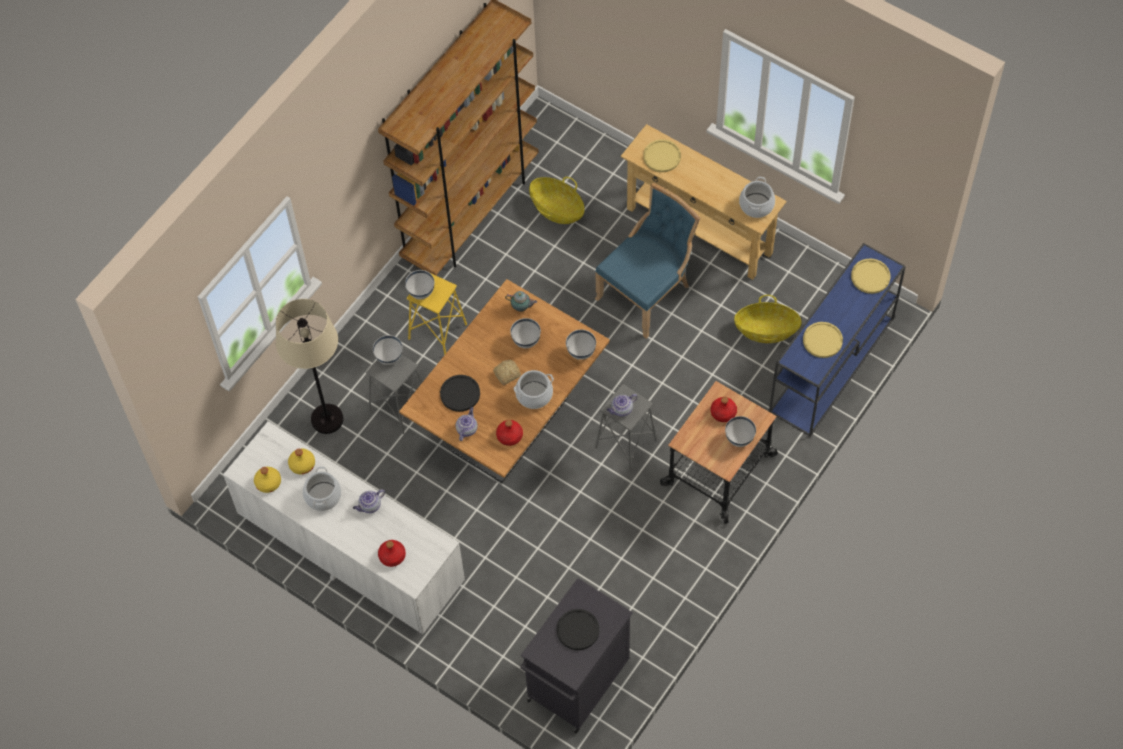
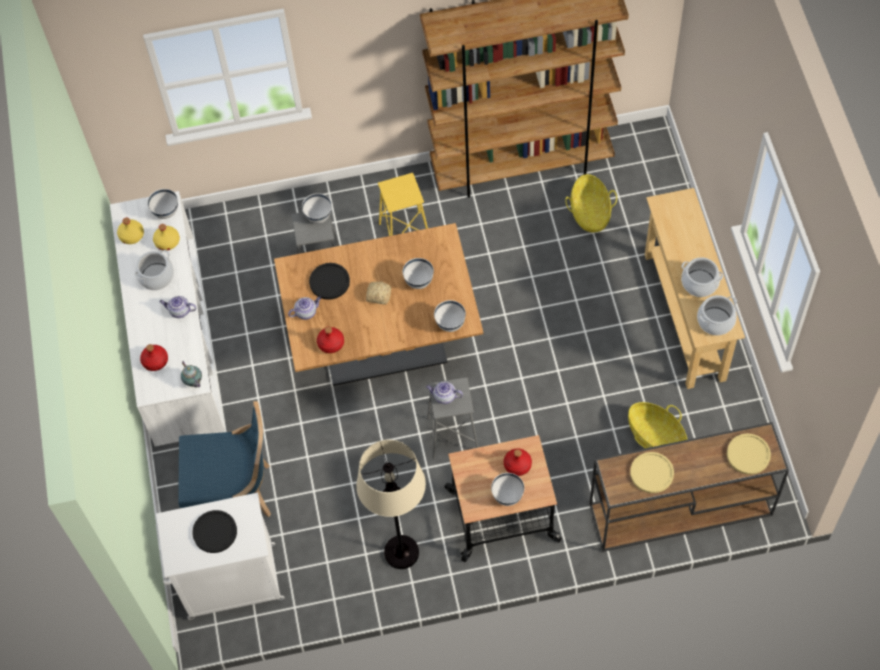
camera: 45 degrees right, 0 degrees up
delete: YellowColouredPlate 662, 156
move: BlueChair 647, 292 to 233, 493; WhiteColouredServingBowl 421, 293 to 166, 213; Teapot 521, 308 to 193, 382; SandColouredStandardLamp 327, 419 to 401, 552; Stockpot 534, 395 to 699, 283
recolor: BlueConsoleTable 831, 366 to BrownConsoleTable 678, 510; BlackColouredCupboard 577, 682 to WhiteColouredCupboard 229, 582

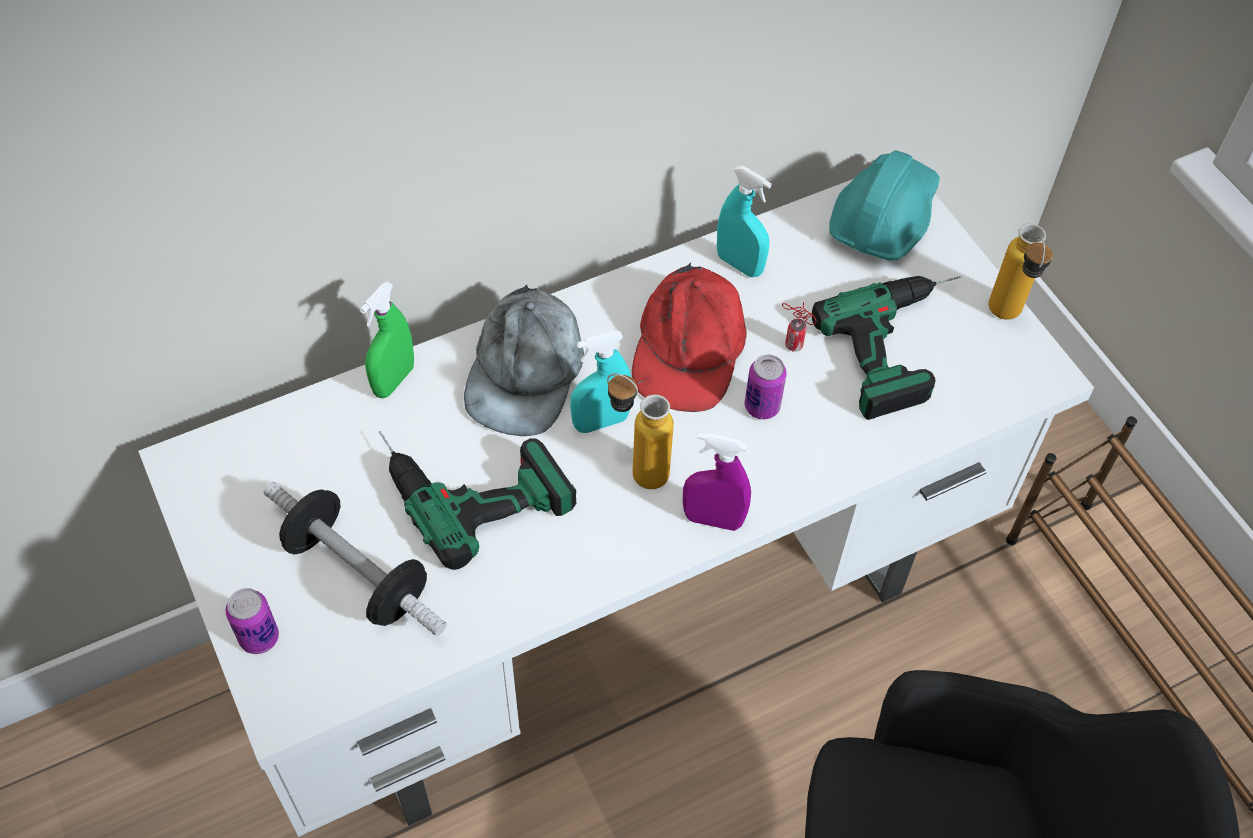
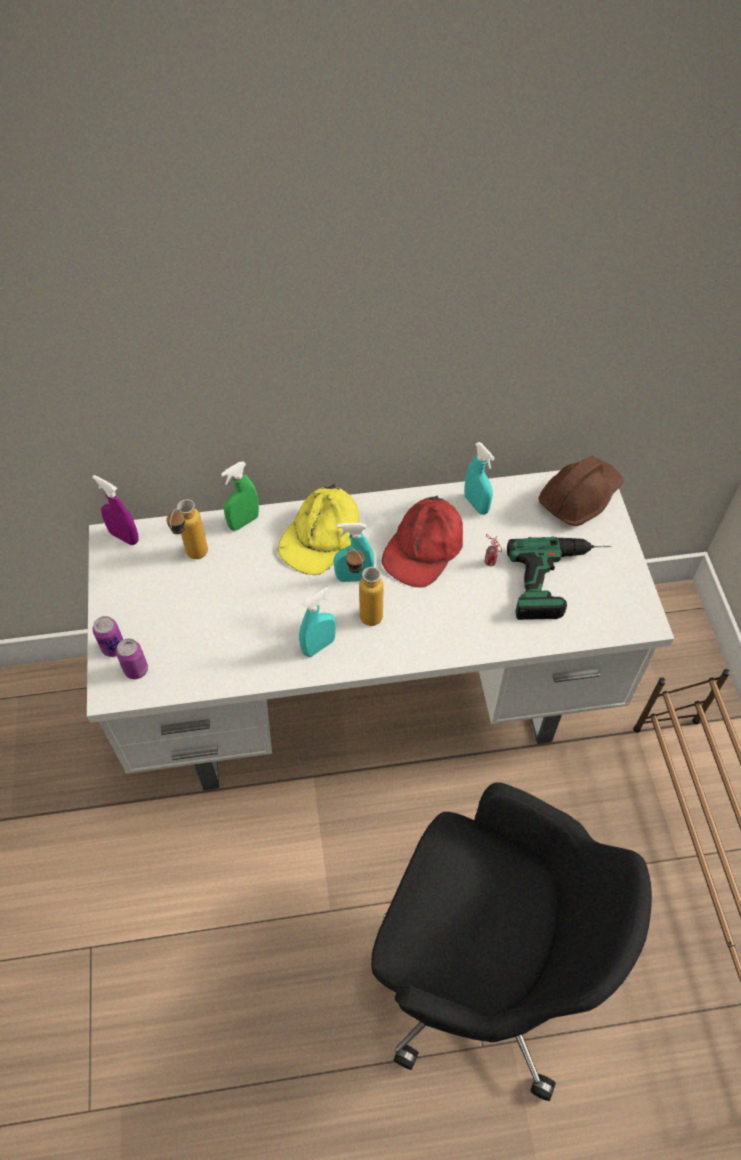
camera: 20 degrees right, 0 degrees up
delete: ElectricDrill 470, 479; Dumbbell 357, 574
insert: TurquoiseColouredSprayBottle 318, 646
move: Bottle 1006, 319 to 193, 558; Can 762, 406 to 136, 670; PurpleColouredSprayBottle 713, 519 to 124, 537
recolor: TurquoiseColouredHardHat 883, 216 to BrownHardHat 579, 497; GreyPeakedCap 525, 371 to YellowColouredPeakedCap 321, 536

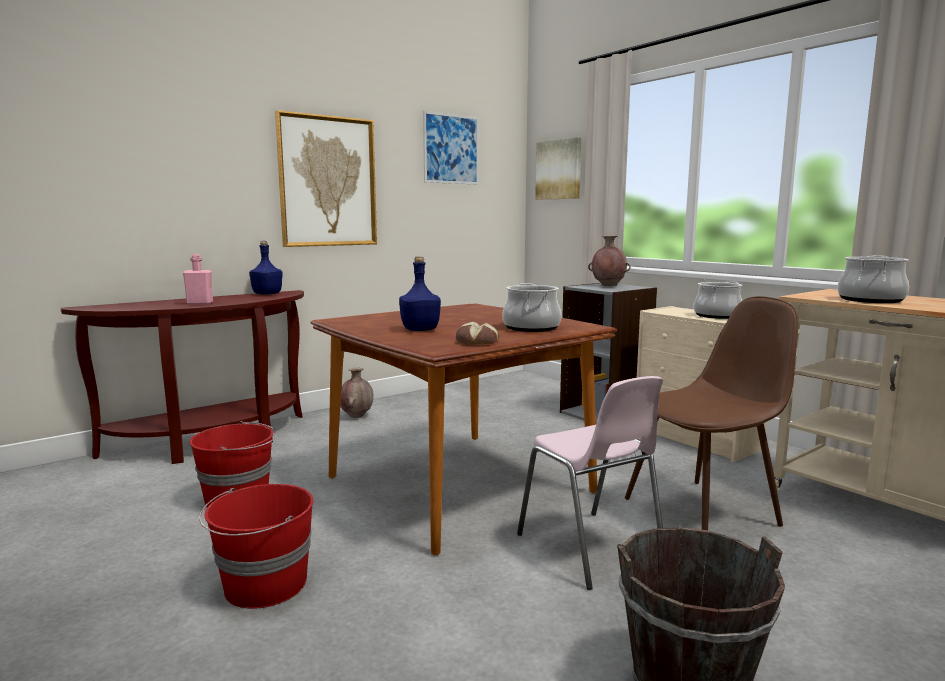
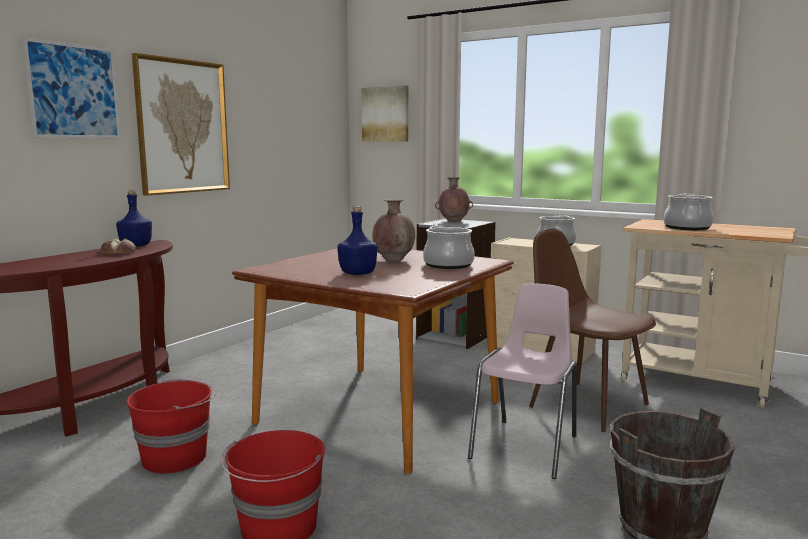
camera: 20 degrees left, 0 degrees up
delete: PinkishBottle 200, 303
move: WallArt 451, 149 to 74, 91; BakedBread 476, 341 to 118, 253; BrownFlowerVase 356, 416 to 393, 260
rotate: BrownChair 703, 511 = 586, 404 90 degrees counterclockwise; PinkishChair 590, 549 = 526, 447 105 degrees counterclockwise

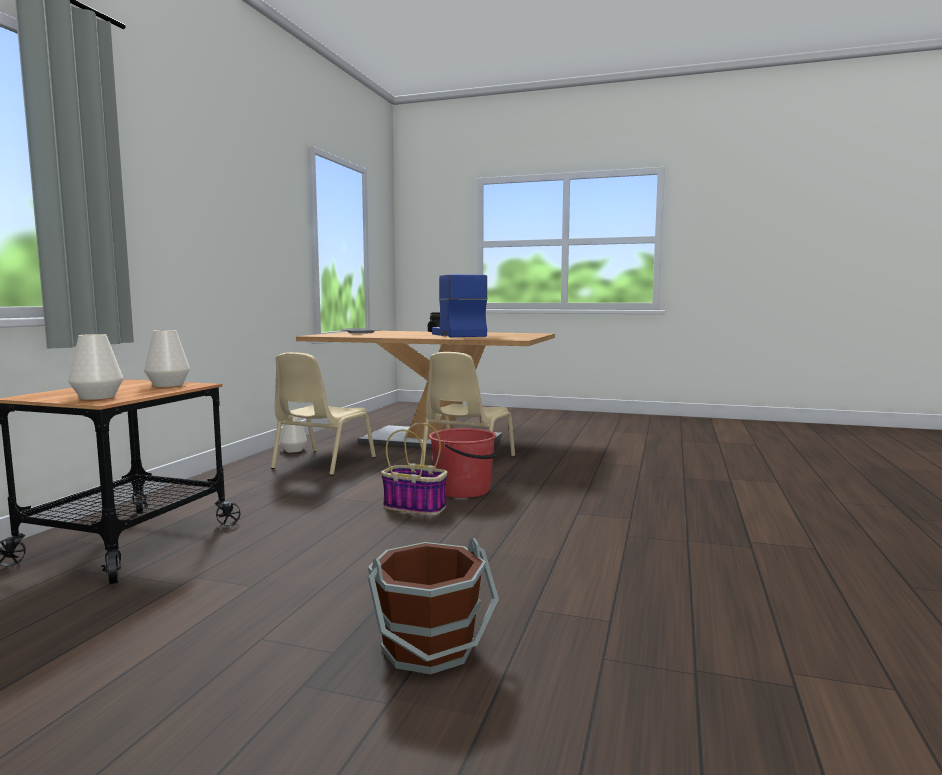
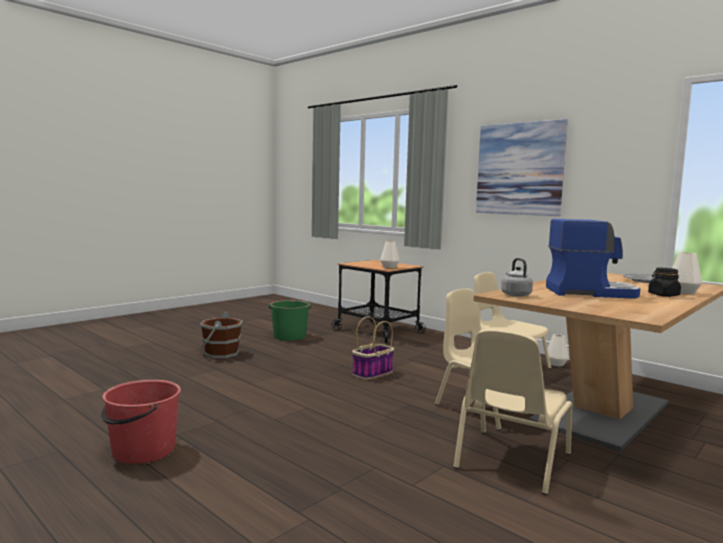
camera: 115 degrees right, 0 degrees up
insert: WallArt 519, 169; GreyTeaKettle 515, 294; GreenColouredPail 289, 336; SandColouredChair 511, 461
move: WhiteColouredFlowerVase 98, 397 to 683, 292; ReddishPail 464, 490 to 143, 450

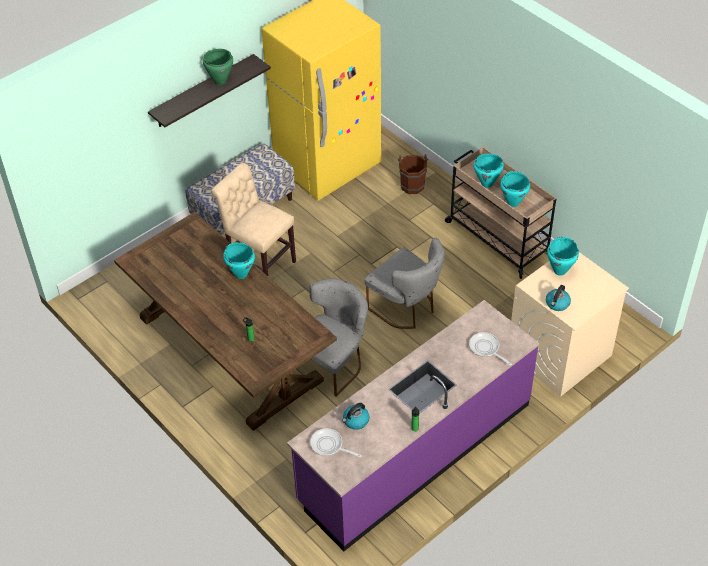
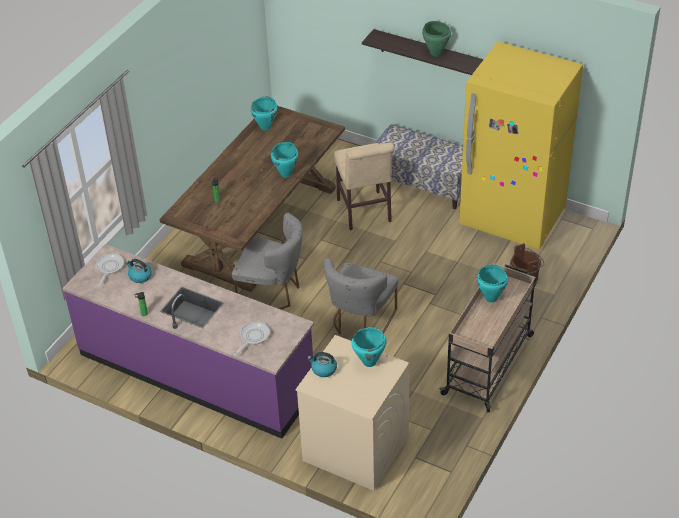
camera: 70 degrees right, 5 degrees down
move: TurquoiseColouredStockpot 513, 202 to 265, 127
rotate: SandColouredChair 259, 263 = 365, 213 150 degrees clockwise

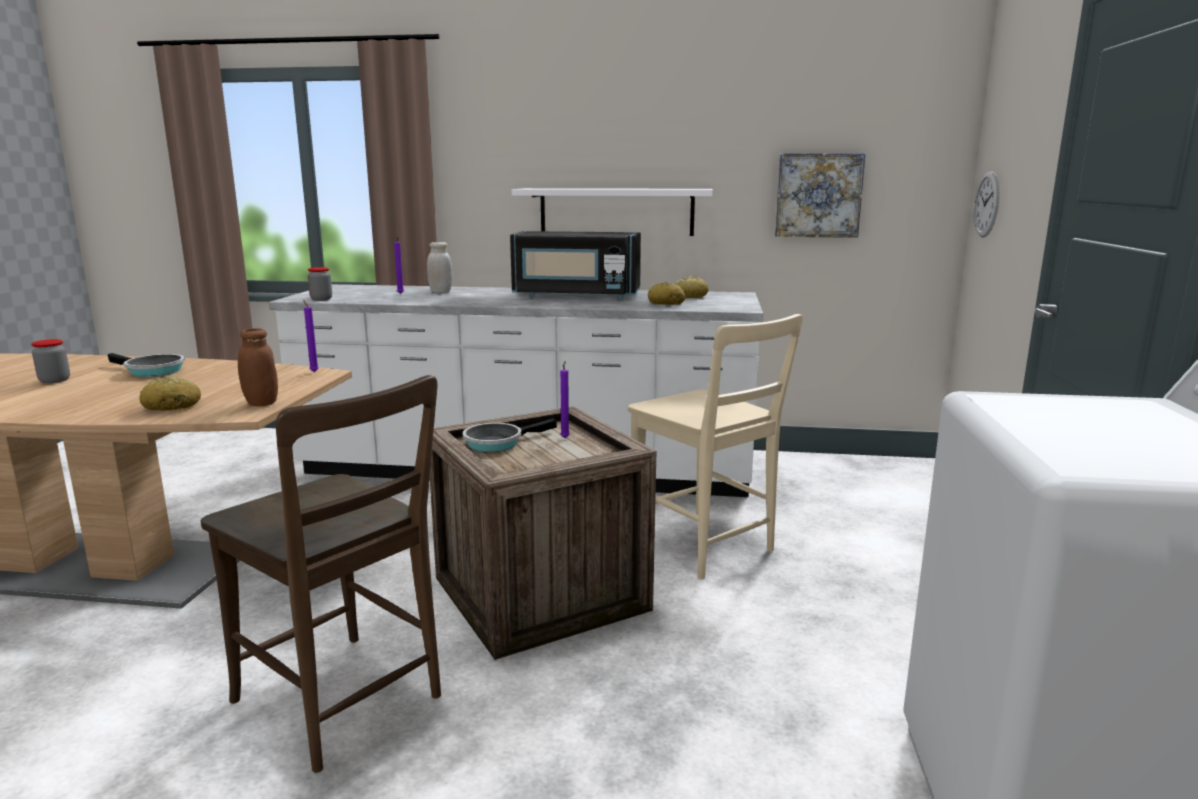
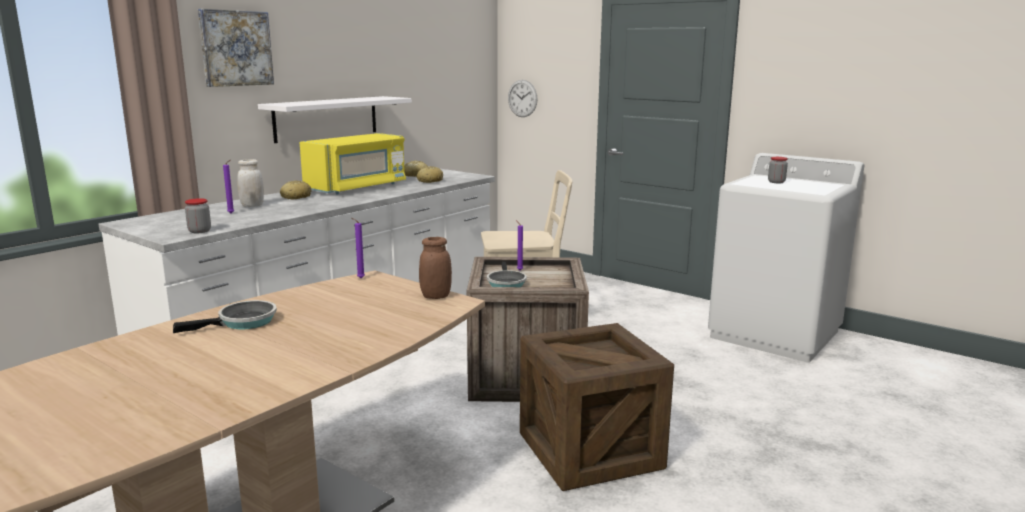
camera: 60 degrees left, 0 degrees up
move: WallArt 818, 195 to 235, 48; PreserveJar 54, 380 to 776, 182; BakedBread 172, 406 to 296, 197
replace: BrownChair 343, 703 to Crate 590, 451
recolor: BlackColouredKitchenMicrowave 576, 296 to YellowColouredKitchenMicrowave 357, 188

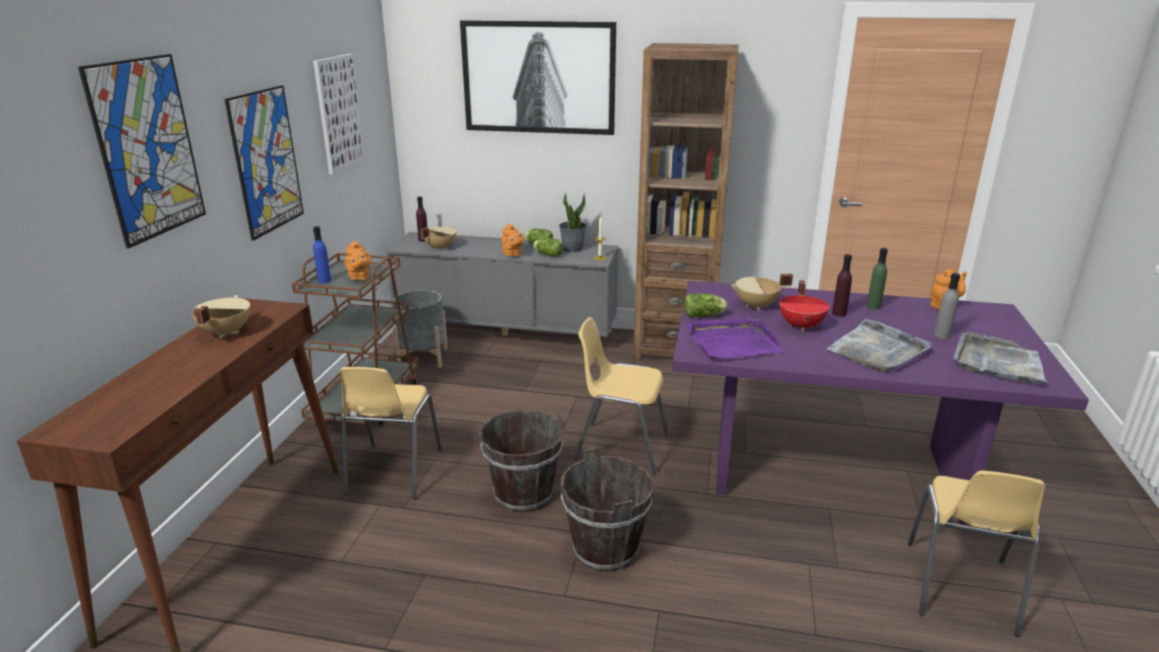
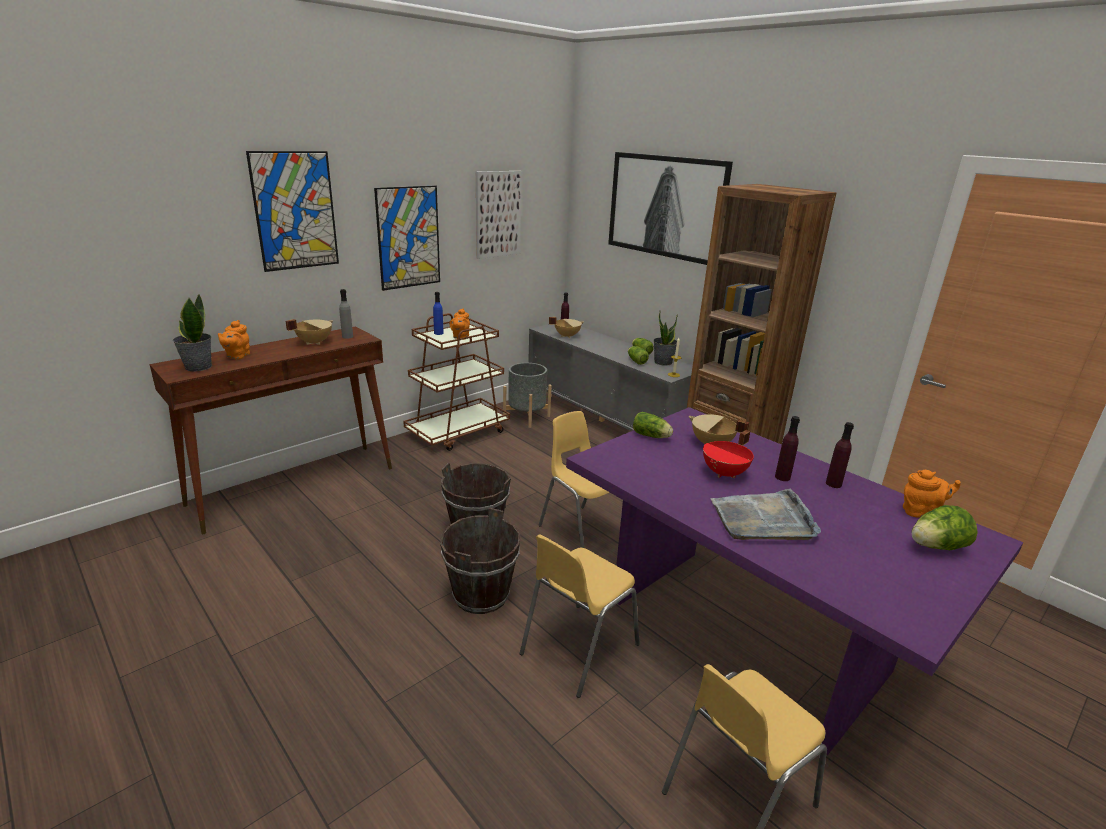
camera: 35 degrees right, 0 degrees up
delete: PurpleColouredCarryingTray 732, 342; GreyCarryingTray 997, 362
insert: Houseplant 198, 367; HeadOfLettuce 936, 547
move: OrangeColouredTeapot 512, 255 to 237, 356; GreyBottle 942, 335 to 347, 336; YellowColouredChair 393, 472 to 577, 649
recolor: GreenColouredBottle 873, 306 to PurpleColouredBottle 833, 484

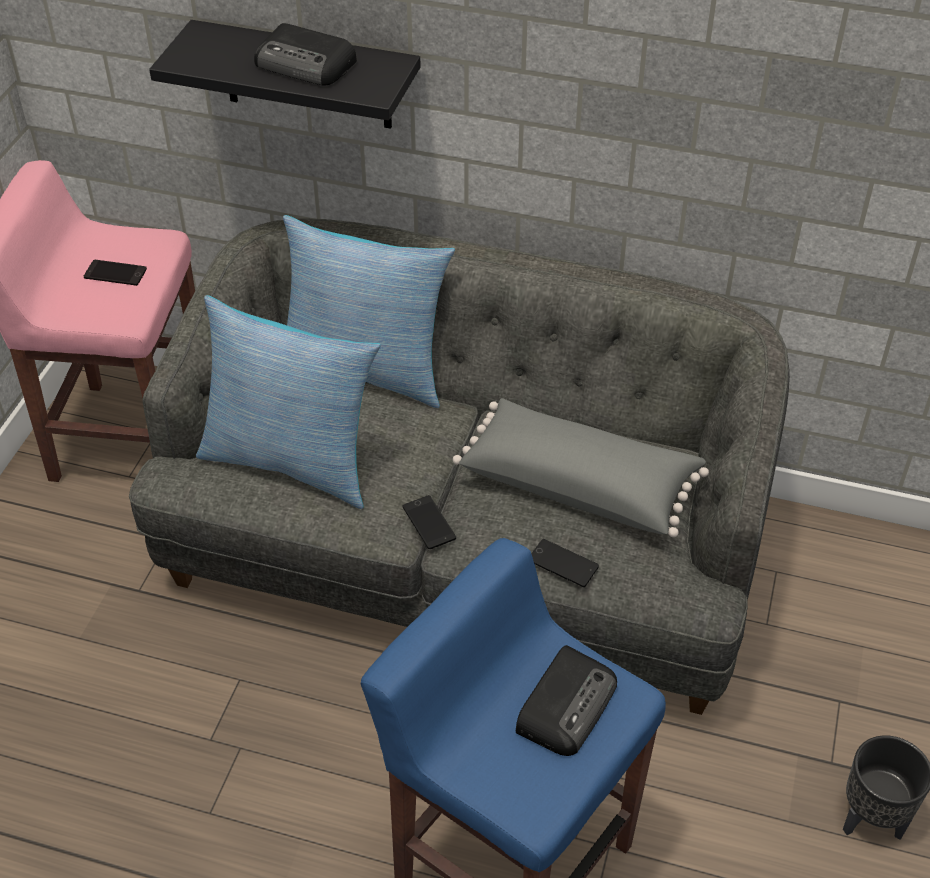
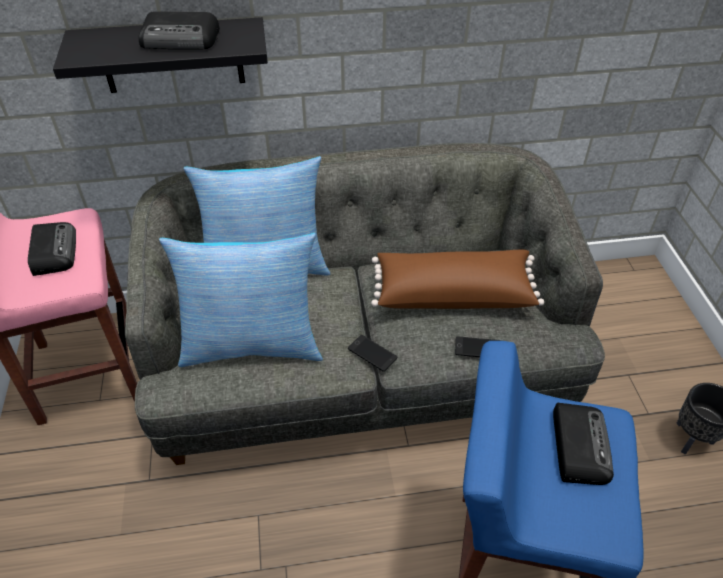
camera: 25 degrees left, 0 degrees up
replace: Handset 115, 273 to RadioReceiver 54, 251
recolor: GreyPillow 579, 483 to BrownPillow 453, 292

